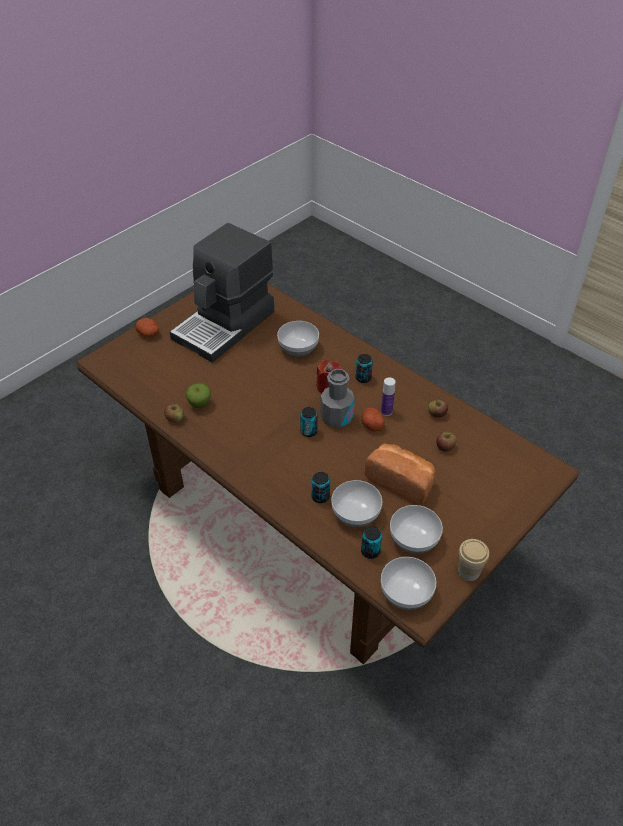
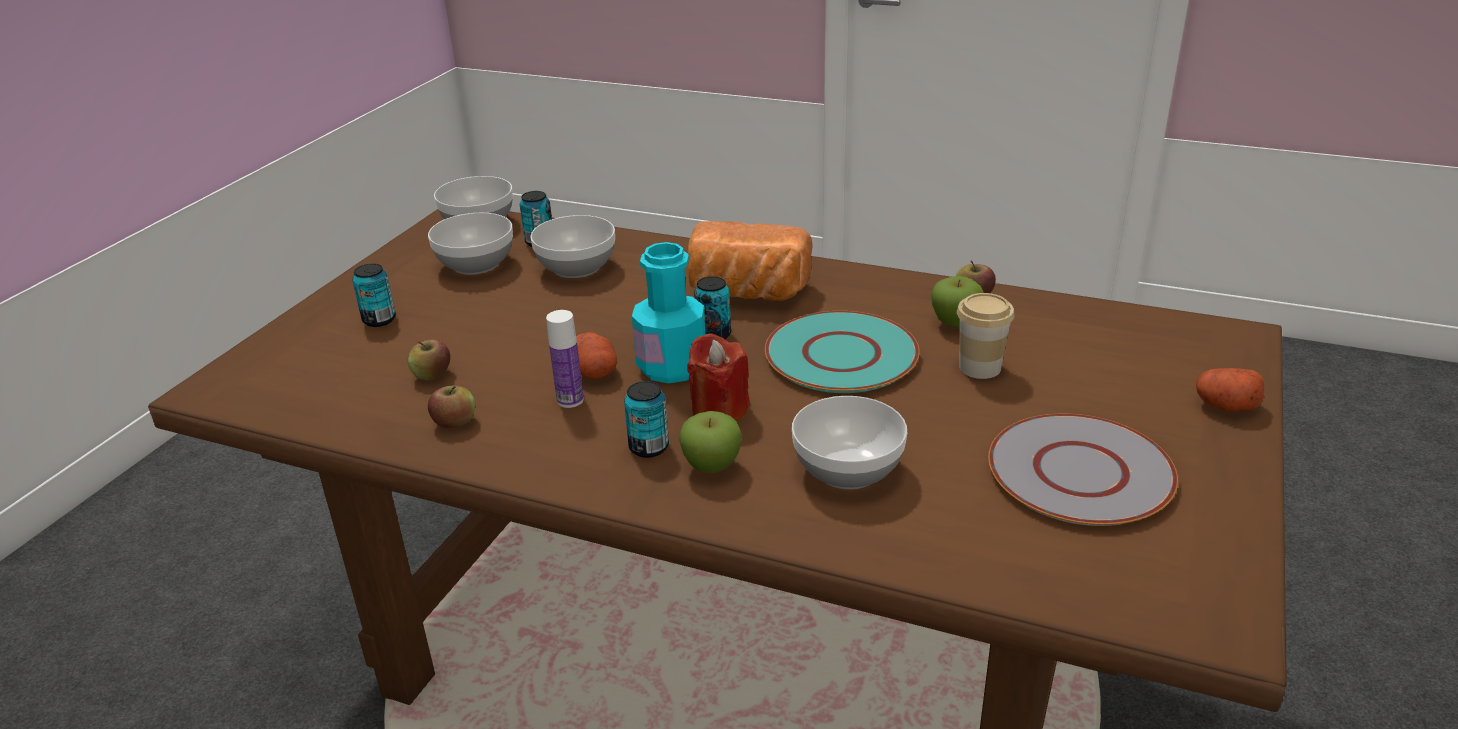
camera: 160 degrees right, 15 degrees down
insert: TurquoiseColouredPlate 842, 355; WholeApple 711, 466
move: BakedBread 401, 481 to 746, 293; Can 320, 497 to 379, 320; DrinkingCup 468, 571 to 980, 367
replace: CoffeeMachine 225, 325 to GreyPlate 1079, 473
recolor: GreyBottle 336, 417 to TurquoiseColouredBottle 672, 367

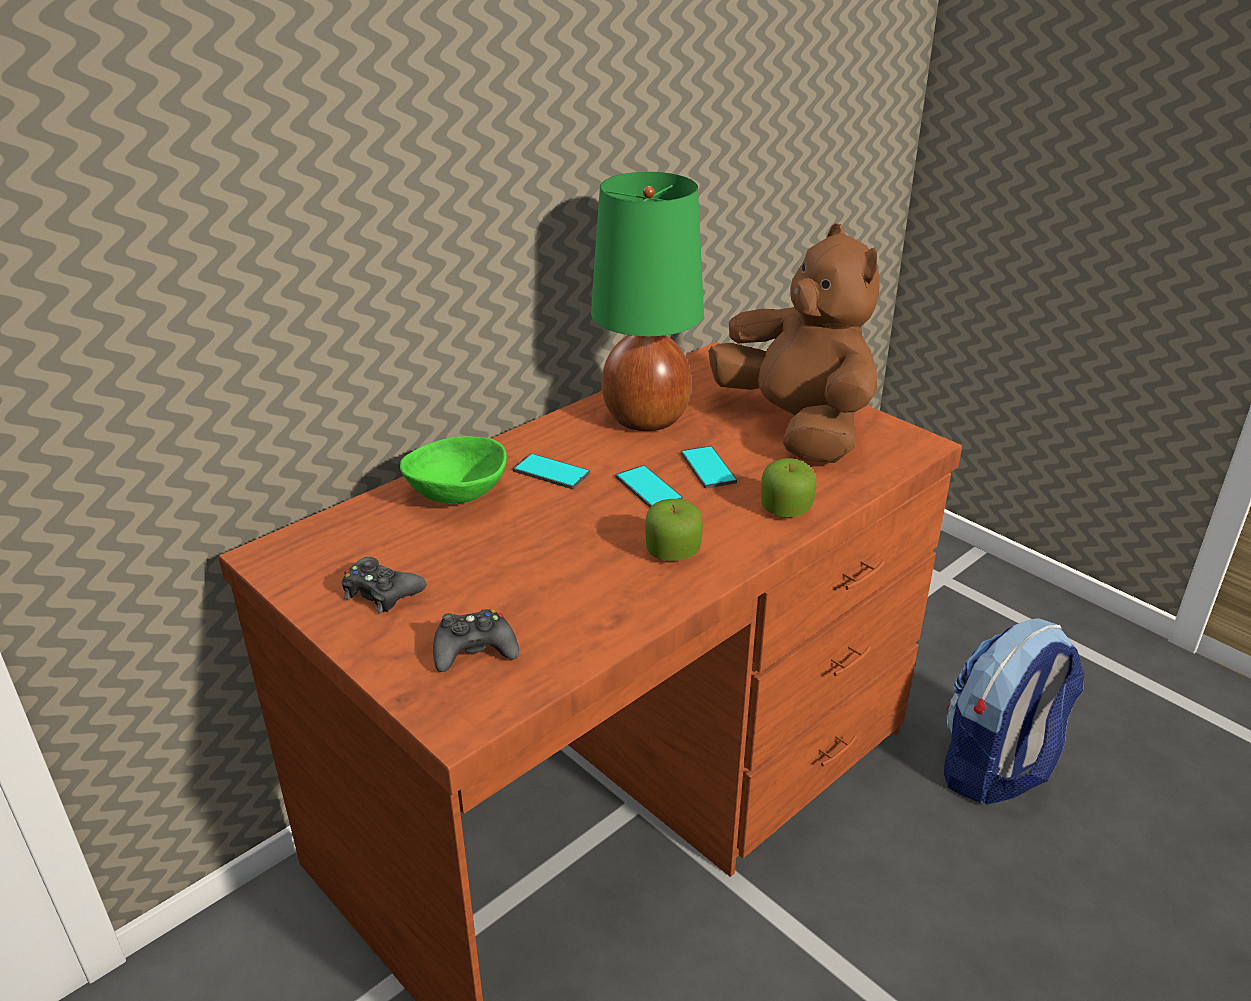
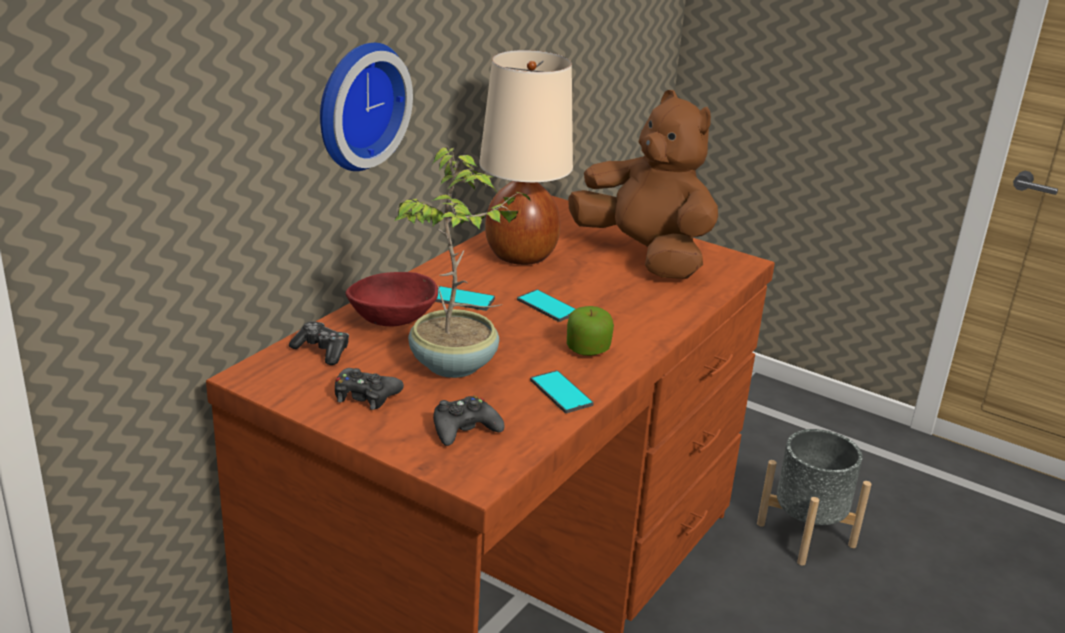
camera: 15 degrees left, 5 degrees down
delete: WholeApple 786, 509
insert: WallClock 357, 105; Houseplant 455, 365; Joypad 322, 351
move: Handset 708, 468 to 561, 392
replace: Knapsack 996, 769 to GreyPlantPot 806, 534
recolor: GreenColouredLampForATable 646, 419 to SandColouredLampForATable 521, 256; GreenColouredServingBowl 457, 496 to ReddishServingBowl 392, 321

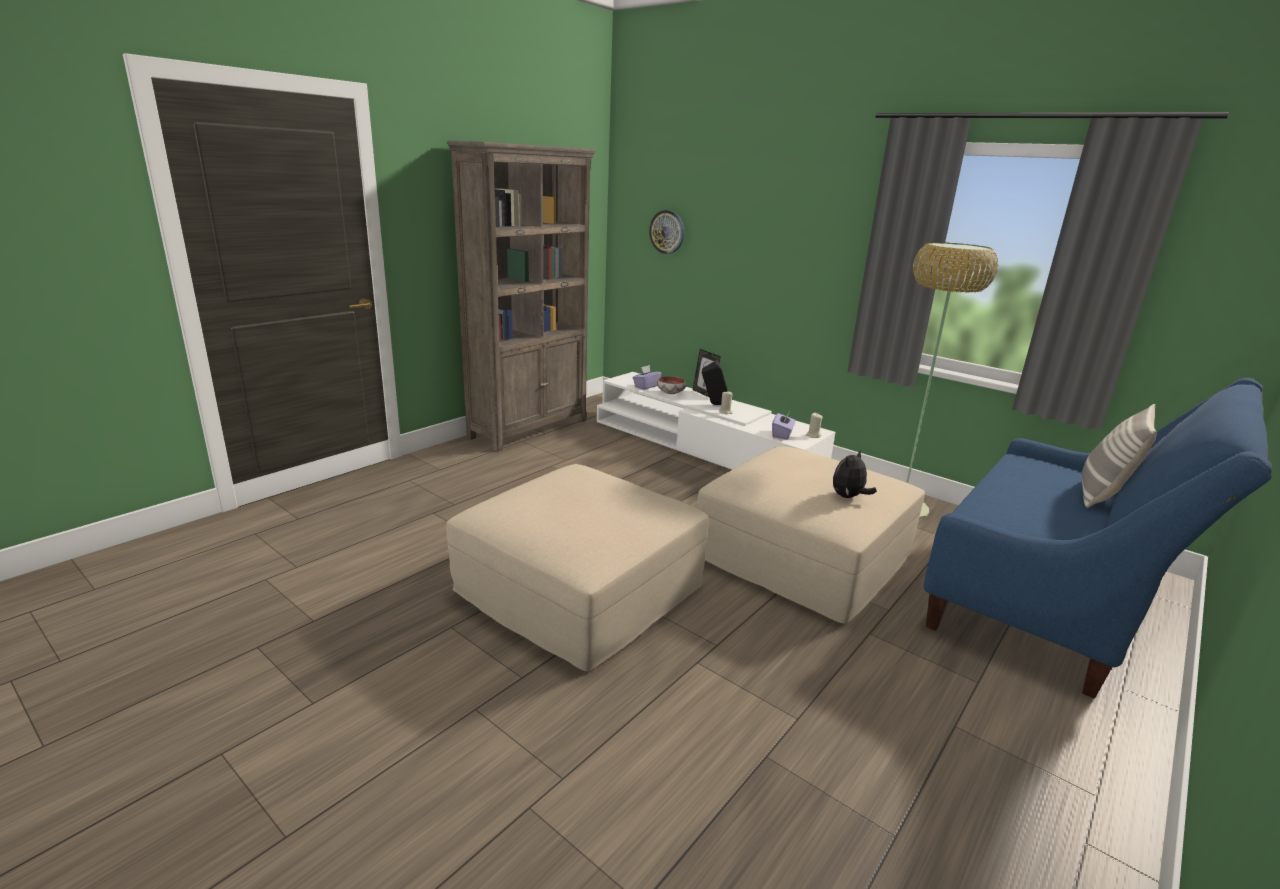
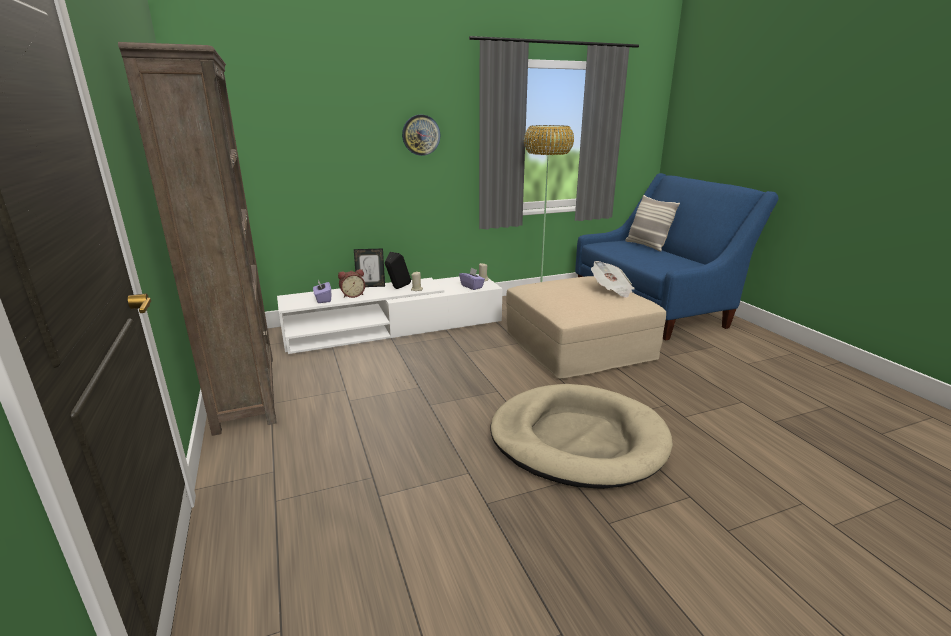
camera: 60 degrees left, 0 degrees up
move: WallClock 667, 232 to 421, 135
replace: ServingBowl 671, 393 to AlarmClock 352, 295; PlushToy 848, 497 to PrintedPaper 611, 290; SandColouredFootrest 578, 589 to SandColouredDogCushion 577, 440

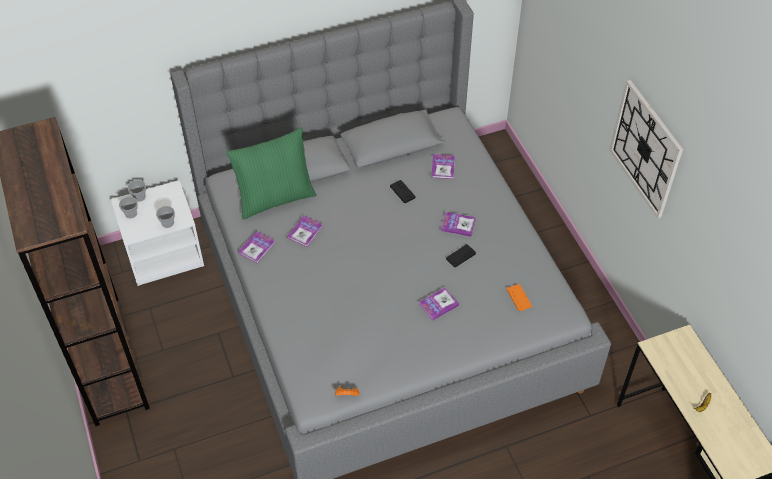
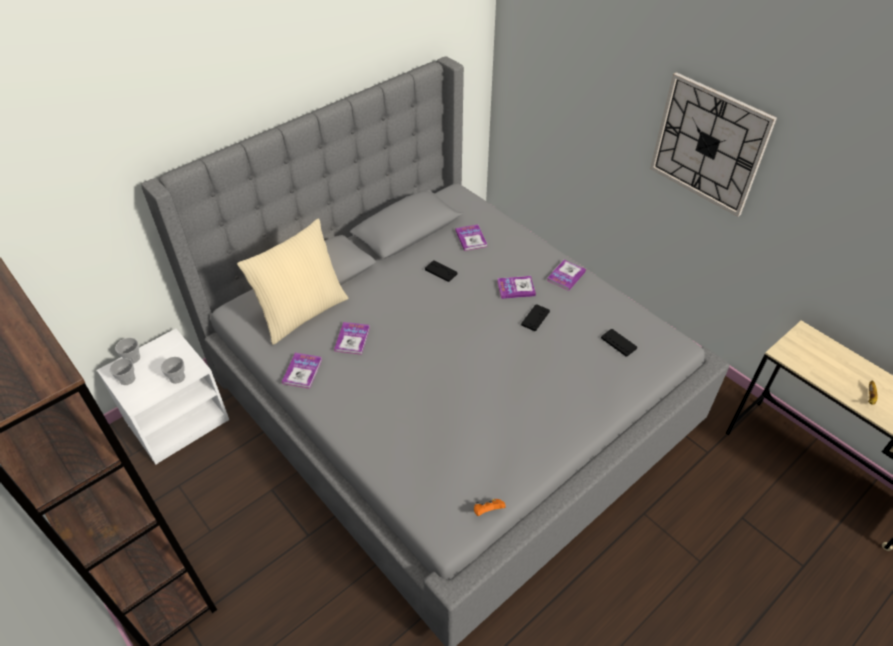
camera: 20 degrees left, 5 degrees down
move: Book 438, 304 to 566, 276
recolor: GreenColouredPillow 275, 198 to SandColouredPillow 302, 312; OrangeColouredJoypad 519, 298 to BlackColouredJoypad 618, 343

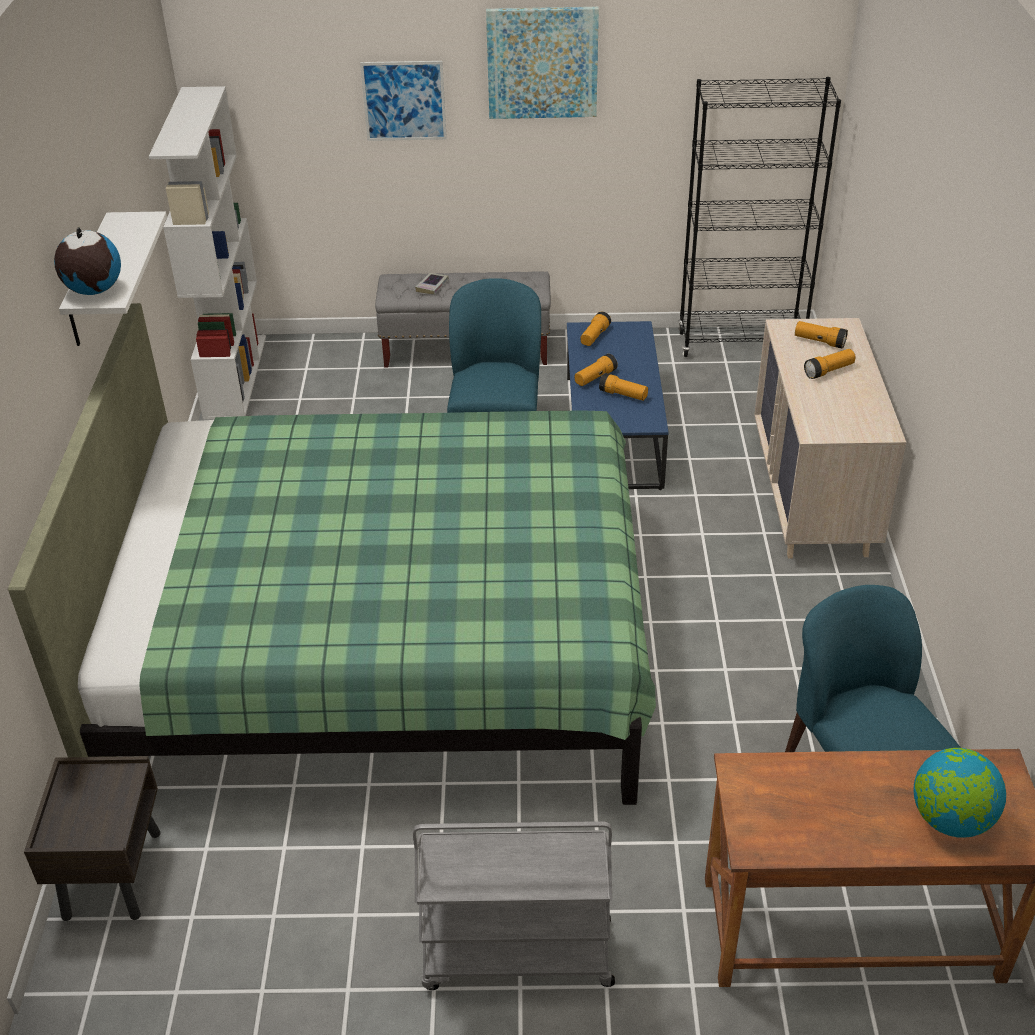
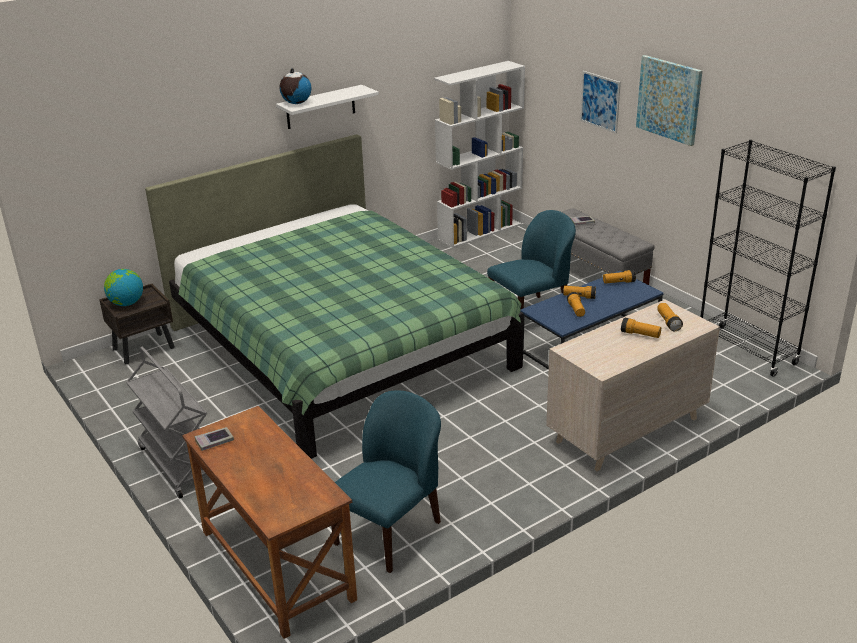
camera: 55 degrees right, 10 degrees down
insert: Book 214, 441
move: WorldGlobe 950, 819 to 126, 303

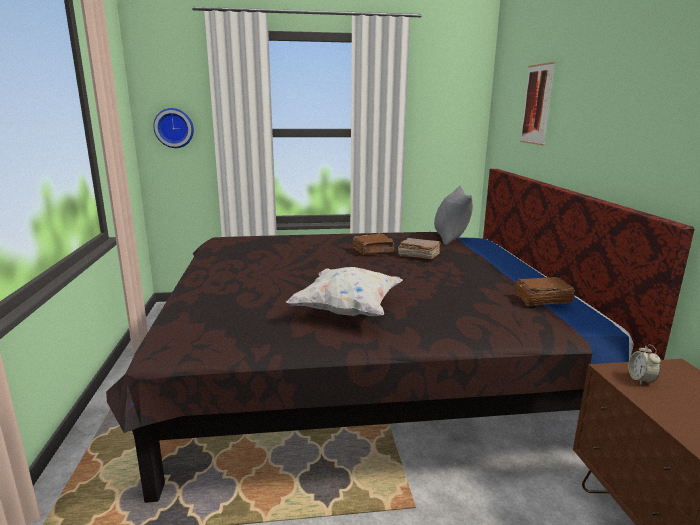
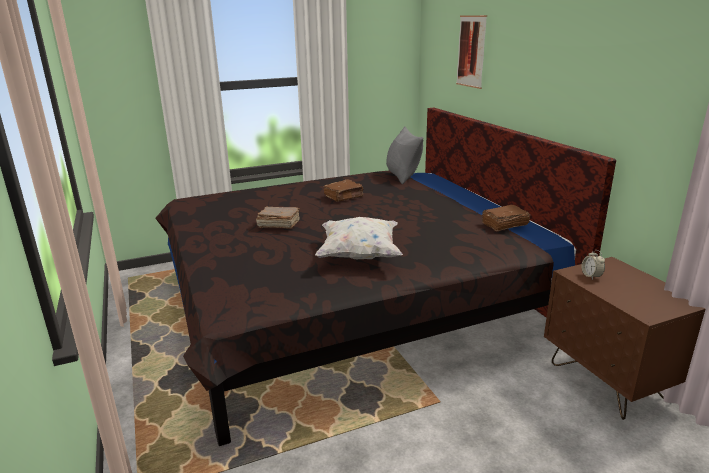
camera: 15 degrees left, 5 degrees up
delete: WallClock 174, 128
move: BrownBook 418, 255 to 278, 224

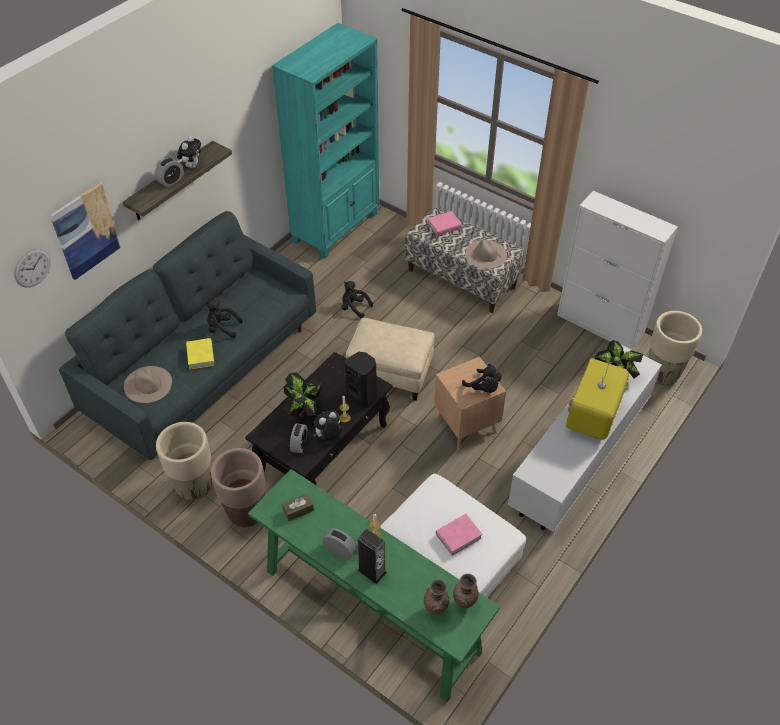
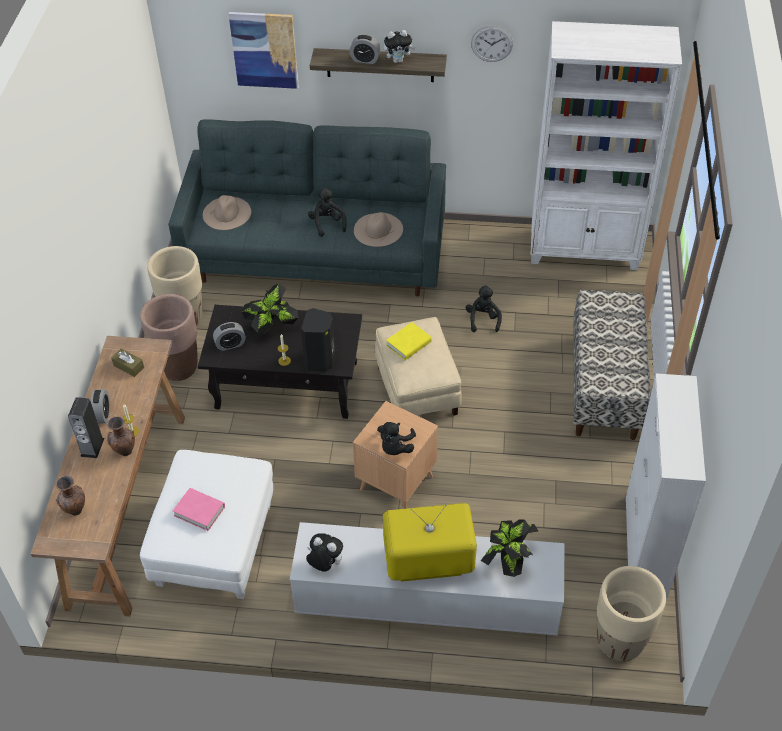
camera: 60 degrees right, 0 degrees up
delete: PinkishBook 444, 226
move: SandColouredClothingHat 485, 254 to 378, 229; WallClock 32, 268 to 492, 43; YellowColouredBook 200, 356 to 408, 344; PlushToy 328, 437 to 325, 564; BrownFlowerVase 464, 603 to 125, 452
recolor: TurquoiseColouredBookshelf 336, 227 to WhiteColouredBookshelf 585, 250; GreenColouredConsoleTable 370, 610 to BrownConsoleTable 128, 507

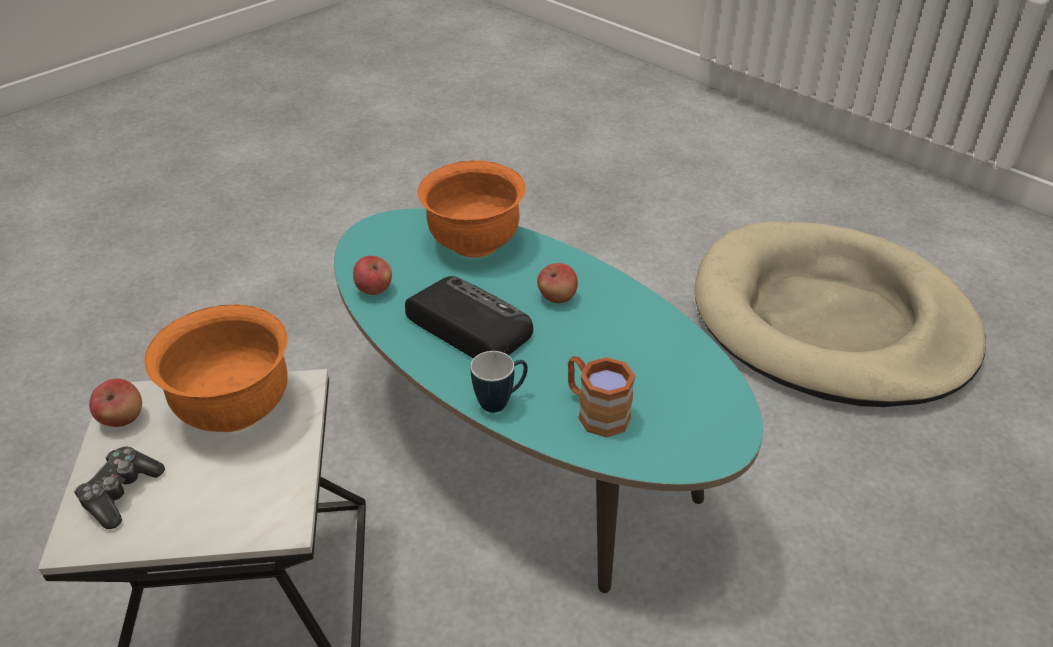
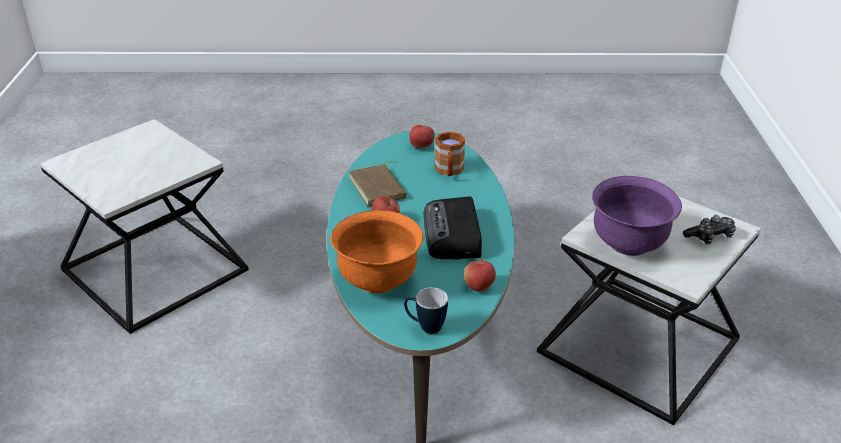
camera: 135 degrees left, 5 degrees down
insert: BrownBook 379, 188
move: TeaMug 501, 401 to 425, 327; WholeApple 122, 419 to 421, 146
replace: SandColouredDogCushion 830, 321 to AccentTable 155, 269
recolor: OrangeColouredServingBowl 235, 408 to PurpleColouredServingBowl 628, 244

